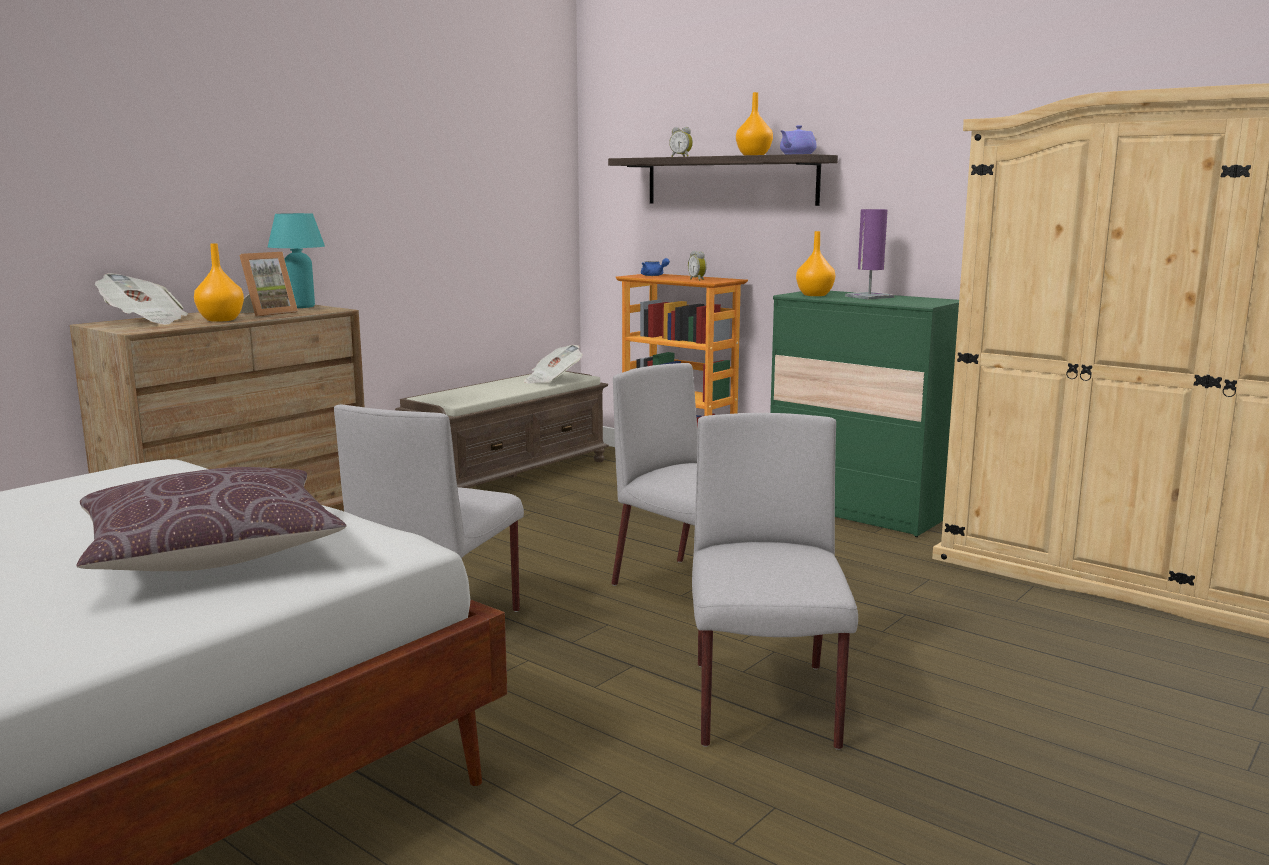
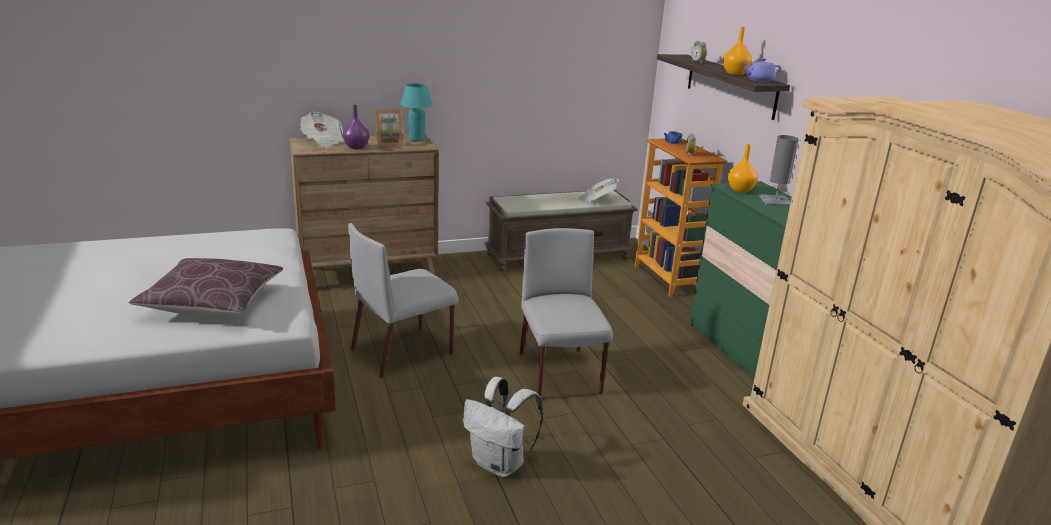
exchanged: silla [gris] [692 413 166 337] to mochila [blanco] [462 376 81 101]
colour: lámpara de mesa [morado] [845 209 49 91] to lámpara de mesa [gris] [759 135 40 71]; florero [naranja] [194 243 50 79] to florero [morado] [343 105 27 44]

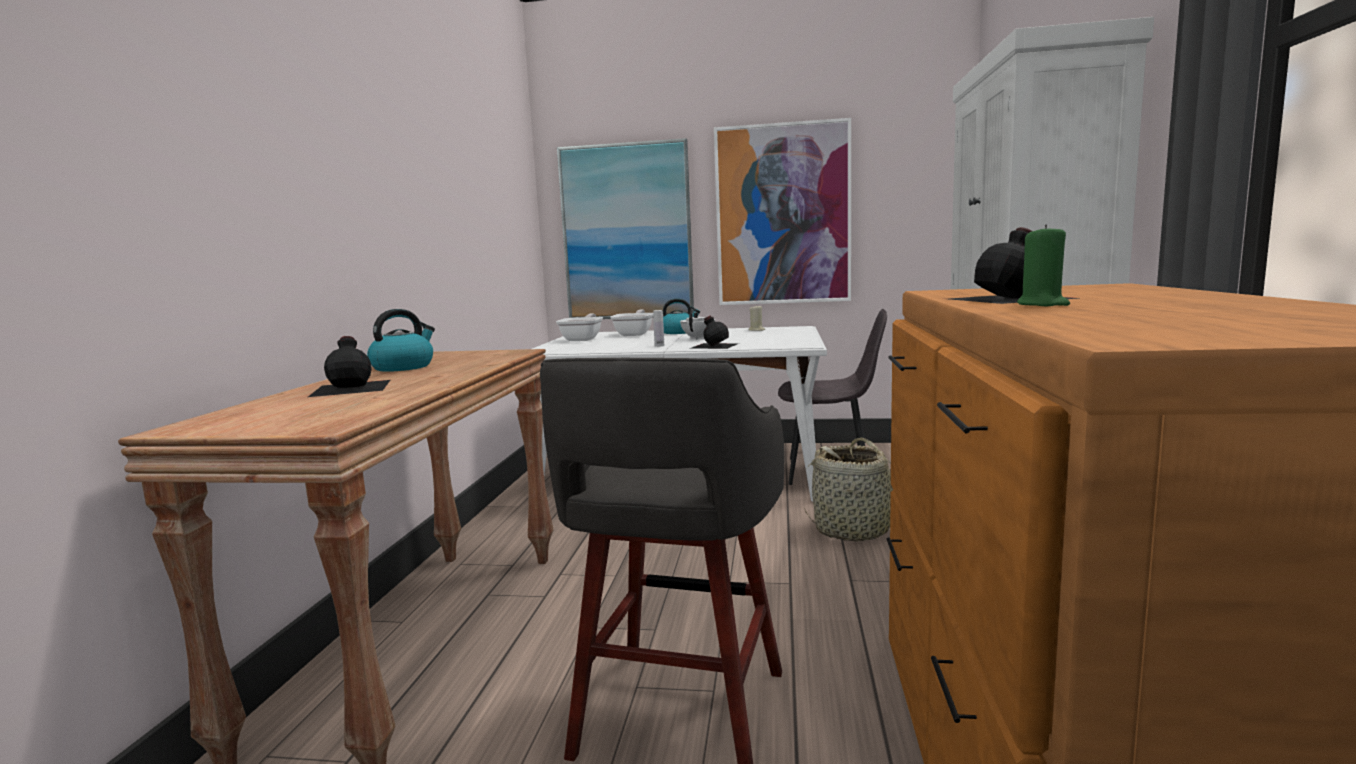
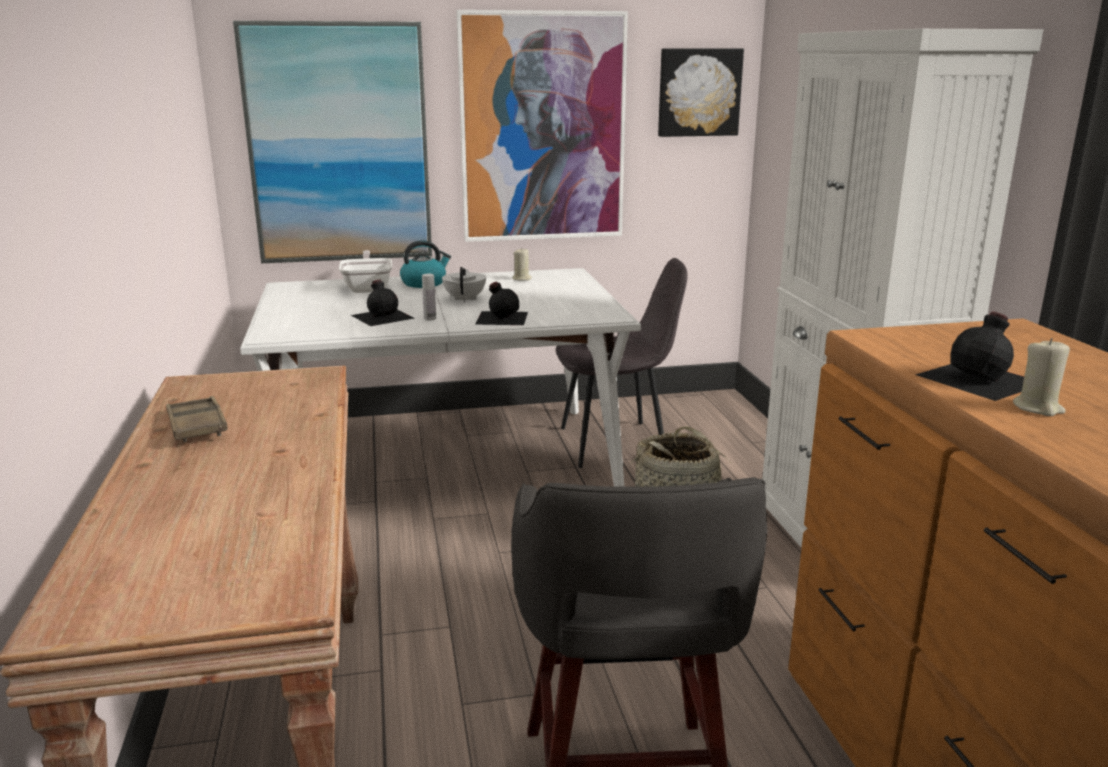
missing: sartén [556 313 47 28]
appeared: cuadro [658 48 86 89]
relocated: botella [negro] [308 336 82 61] to [351 280 63 46]
exchanged: hervidor [367 309 68 63] to bandeja [marrón] [166 396 62 46]
colour: vela [verde] [1017 225 53 81] to vela [beis] [1013 338 57 78]

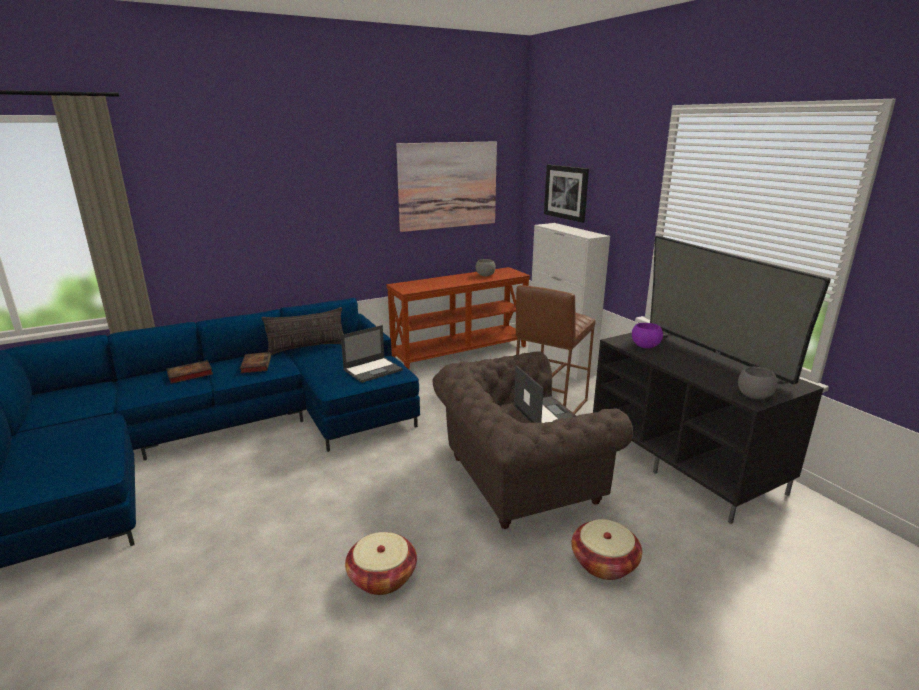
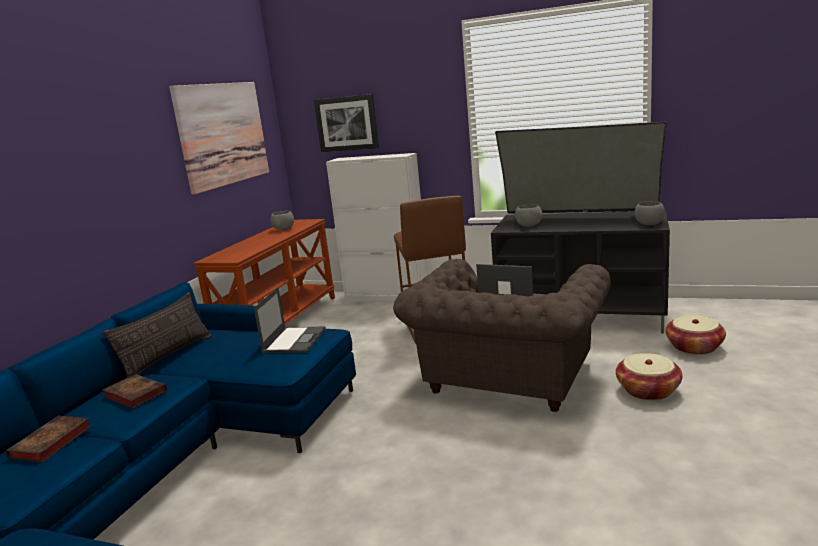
relocated: cesta [345 532 72 63] to [665 315 61 40]
colour: cuenco [morado] [632 323 31 25] to cuenco [gris] [515 204 27 23]

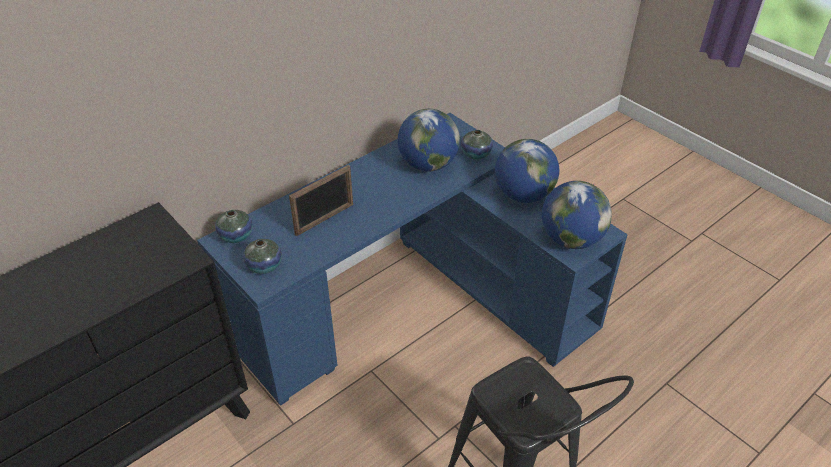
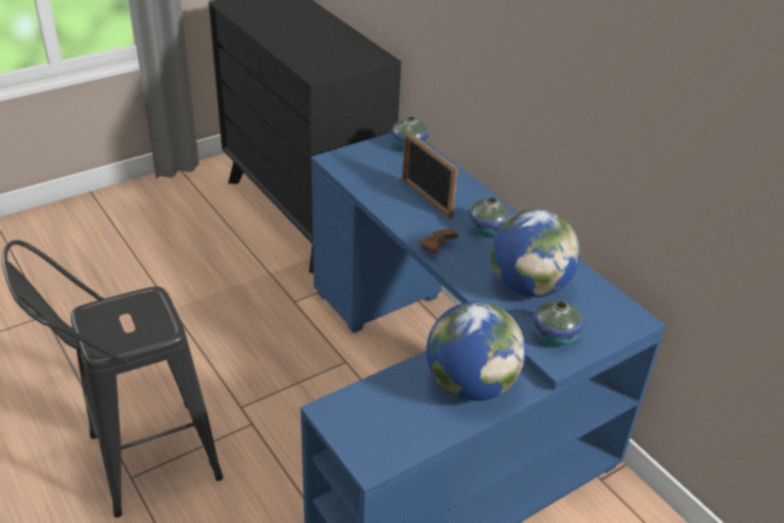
missing: globo terráqueo [542 181 70 68]
appeared: mando de consola [marrón] [420 229 39 24]
relocated: florero [243 239 39 35] to [469 197 42 40]

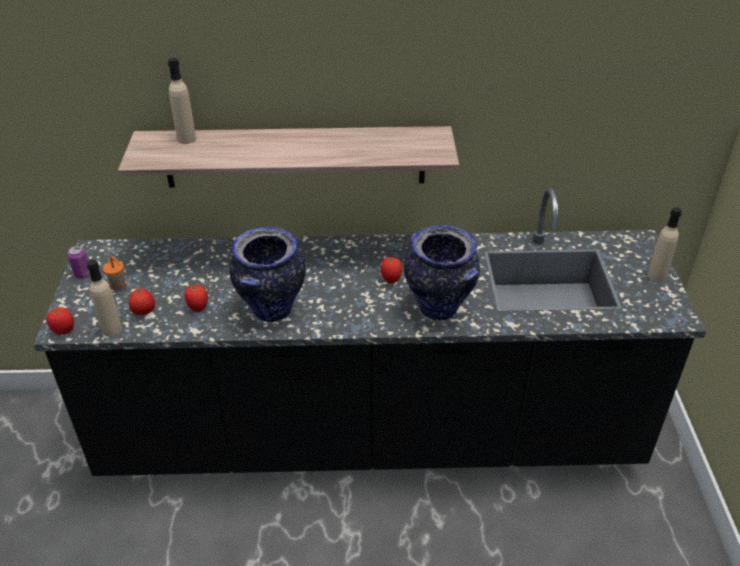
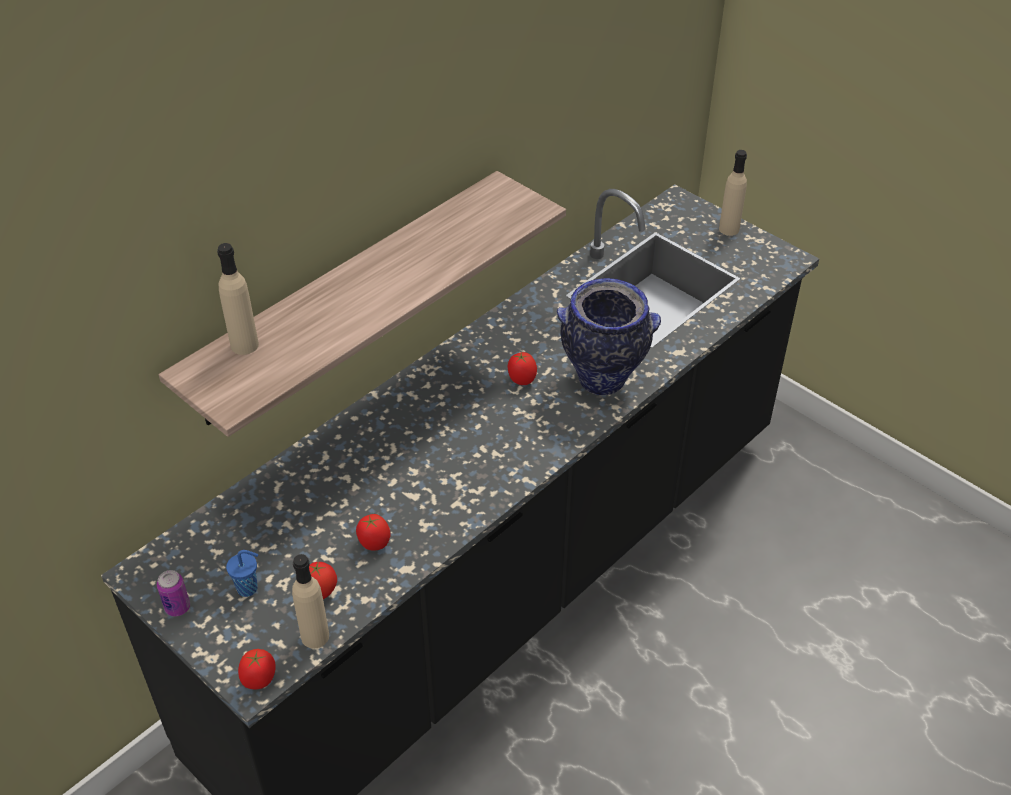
missing: florero [229 227 77 95]
colour: taza [naranja] [103 256 23 36] to taza [azul] [226 550 32 47]

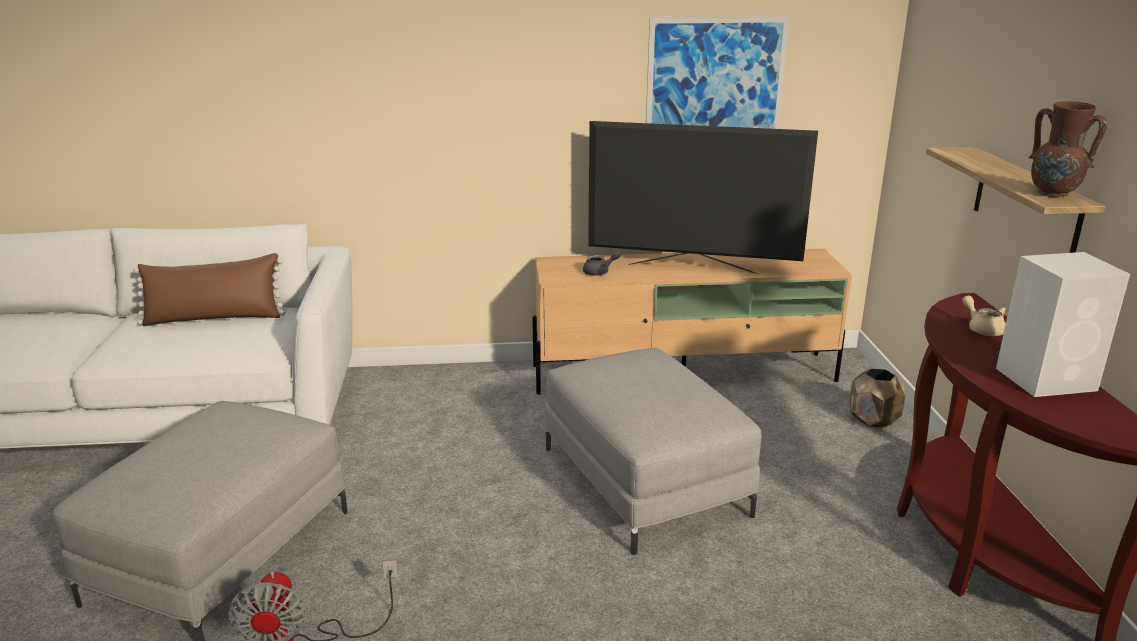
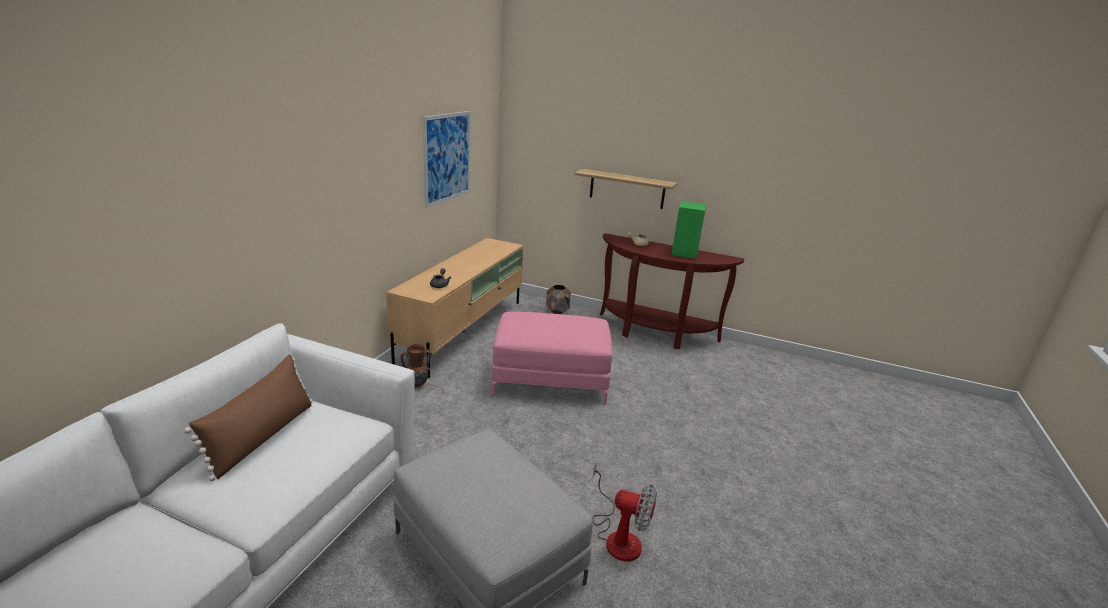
missing: televisor [588 121 230 153]
relocated: florero [marrón] [1029 101 78 97] to [400 344 31 44]
colour: altavoz [blanco] [996 252 134 145] to altavoz [verde] [671 201 35 58]; puf [gris] [545 348 217 207] to puf [rosa] [491 312 121 93]

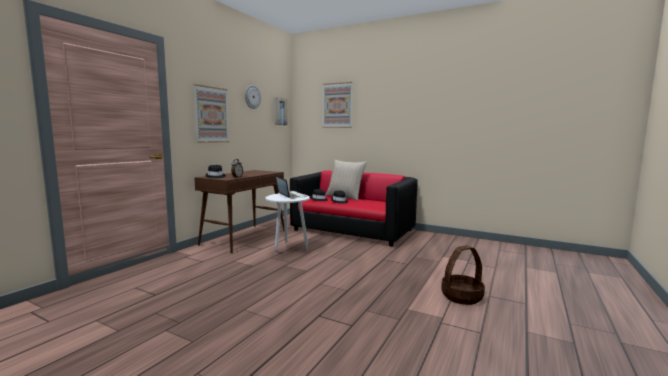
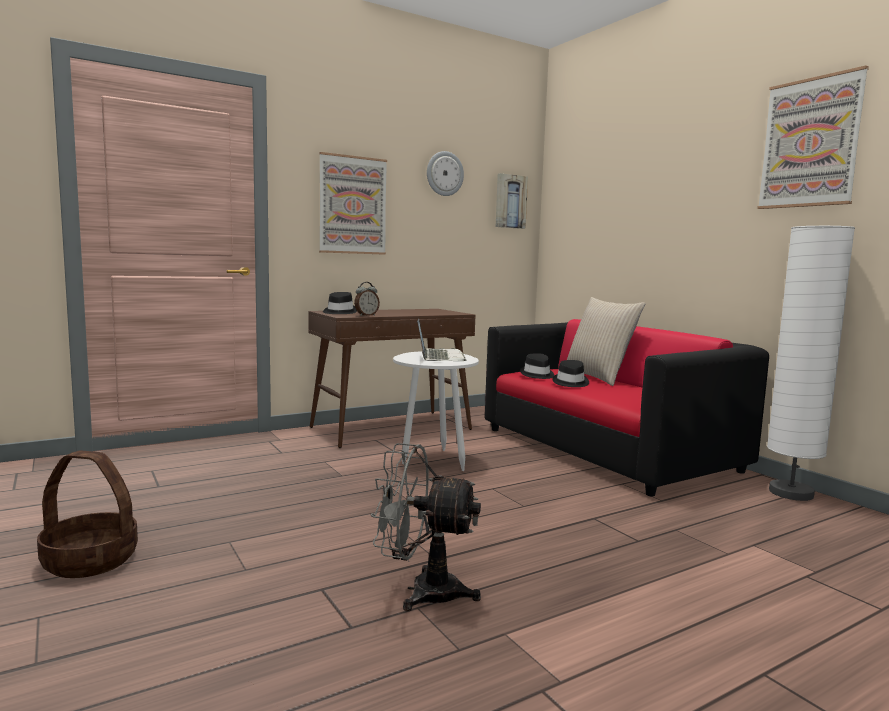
appeared: lámpara de pie [blanco] [767 226 88 275]; ventilador [gris] [370 443 111 168]
relocated: cuadro [323 82 30 46] to [757 65 112 144]; cesta [441 246 44 59] to [37 450 101 128]

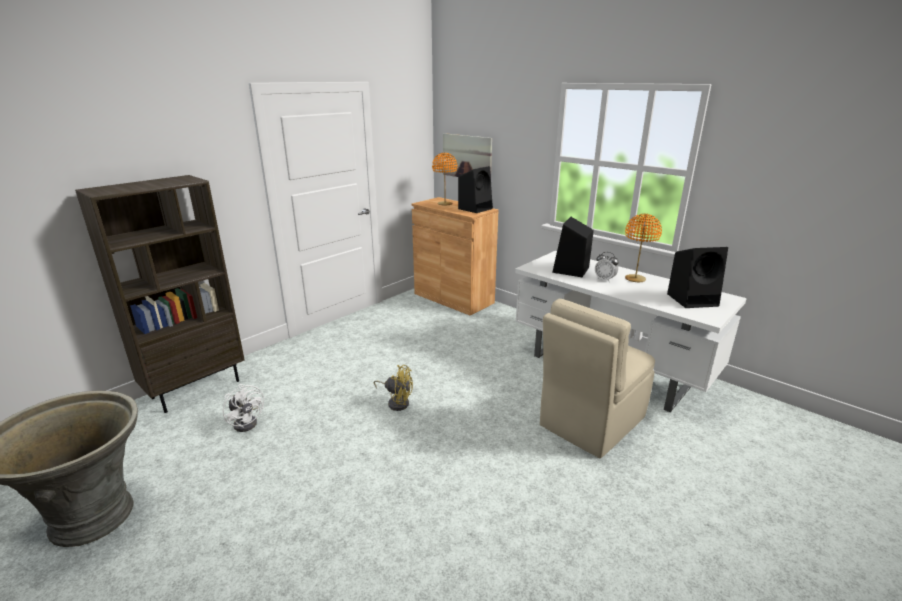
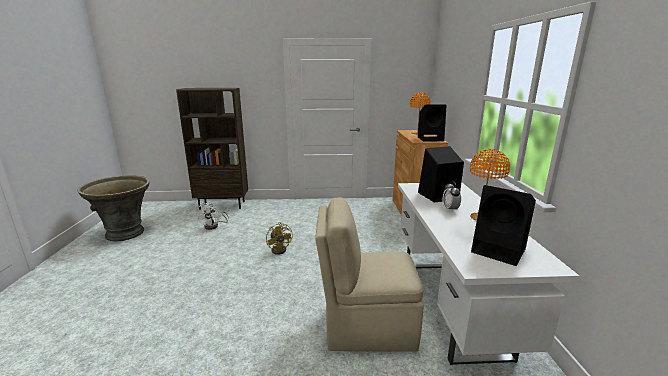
missing: cuadro [443 133 49 44]

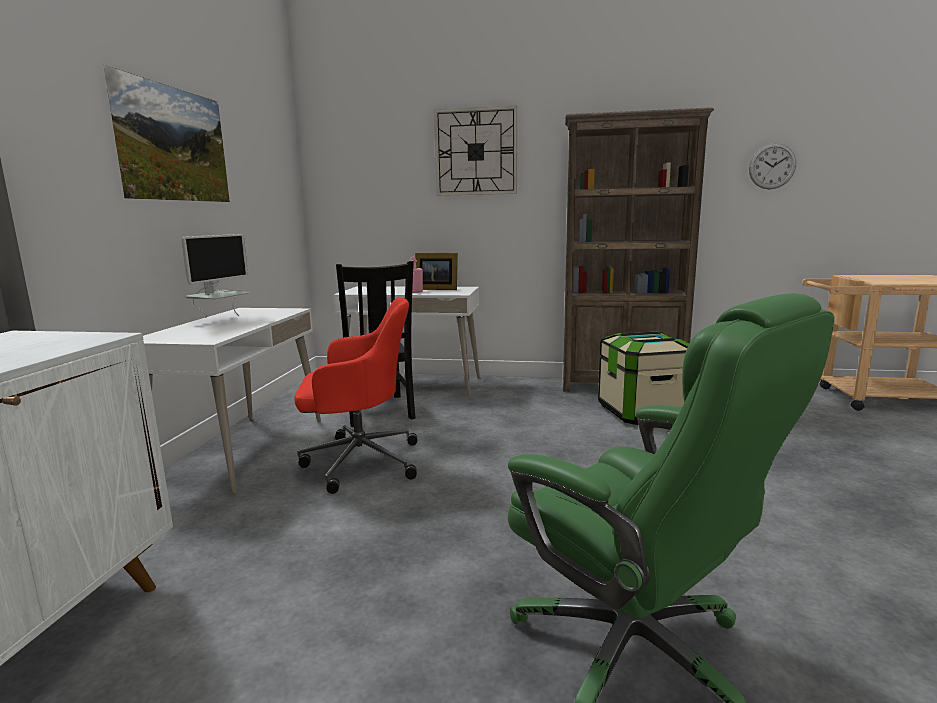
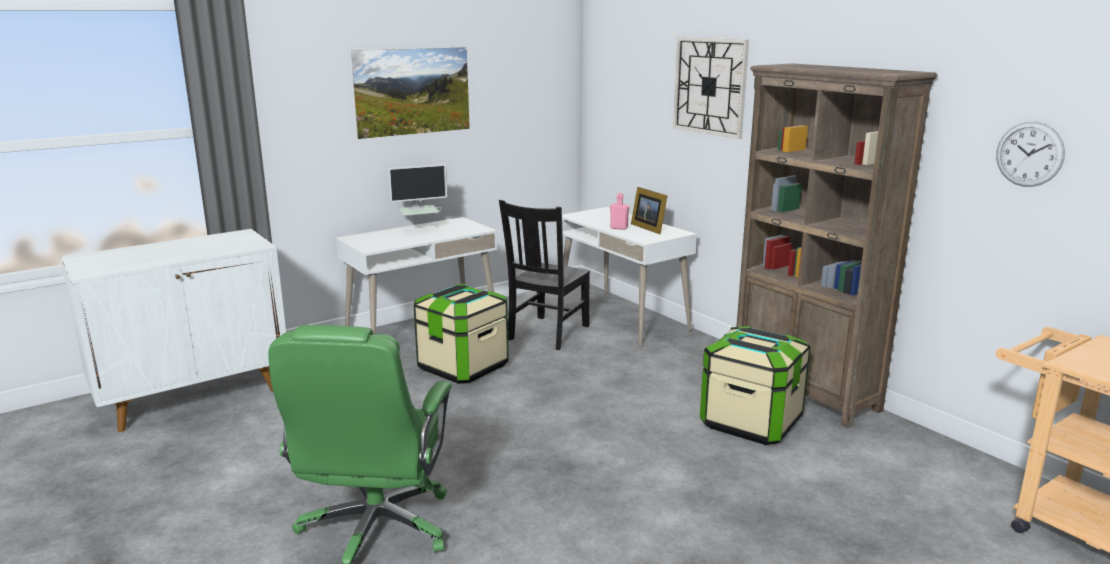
exchanged: silla de oficina [rojo] [294 298 124 196] to caja de almacenaje [414 284 95 100]

